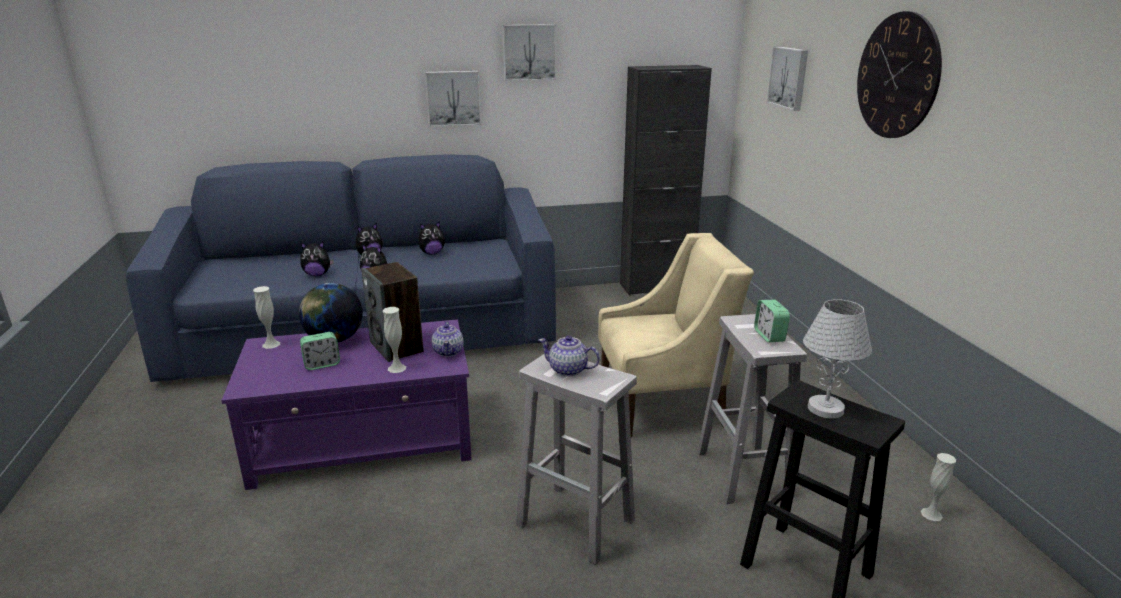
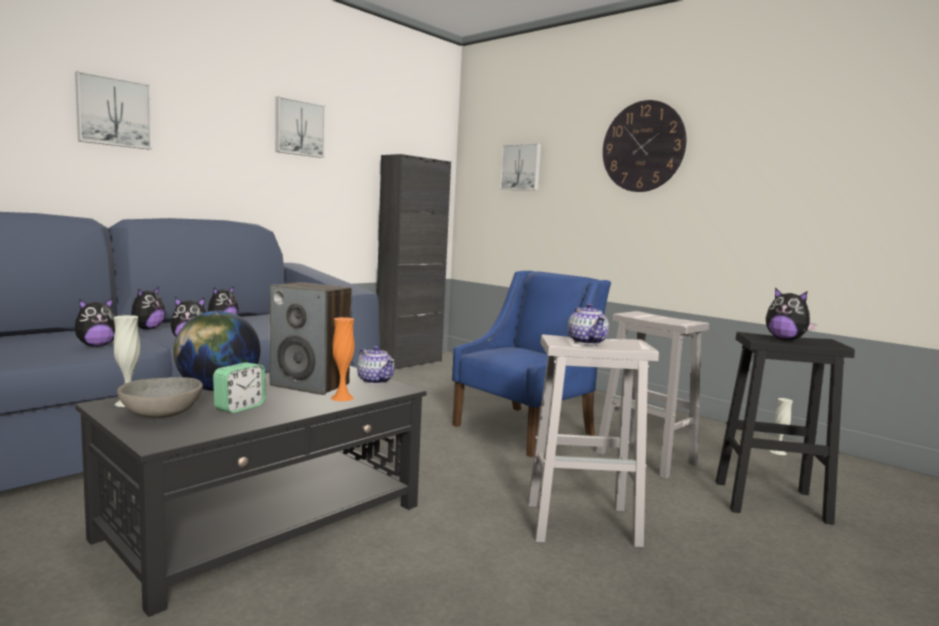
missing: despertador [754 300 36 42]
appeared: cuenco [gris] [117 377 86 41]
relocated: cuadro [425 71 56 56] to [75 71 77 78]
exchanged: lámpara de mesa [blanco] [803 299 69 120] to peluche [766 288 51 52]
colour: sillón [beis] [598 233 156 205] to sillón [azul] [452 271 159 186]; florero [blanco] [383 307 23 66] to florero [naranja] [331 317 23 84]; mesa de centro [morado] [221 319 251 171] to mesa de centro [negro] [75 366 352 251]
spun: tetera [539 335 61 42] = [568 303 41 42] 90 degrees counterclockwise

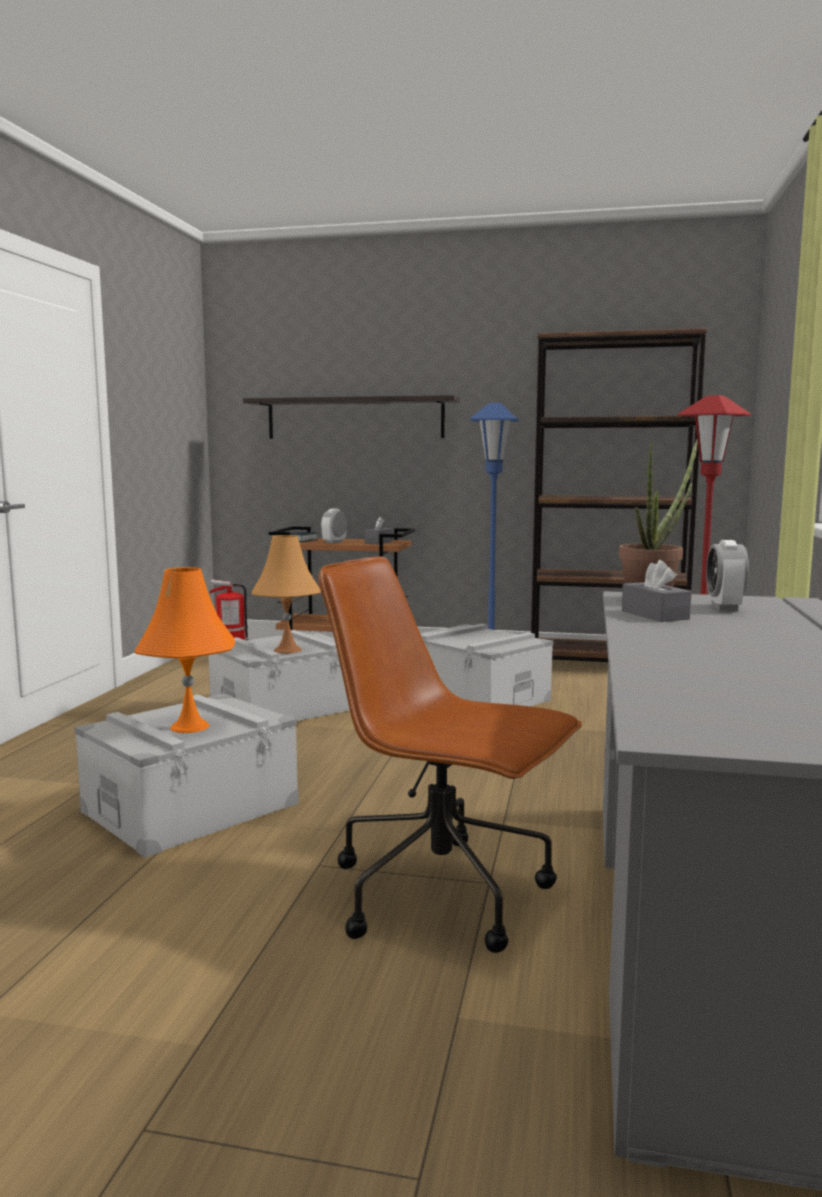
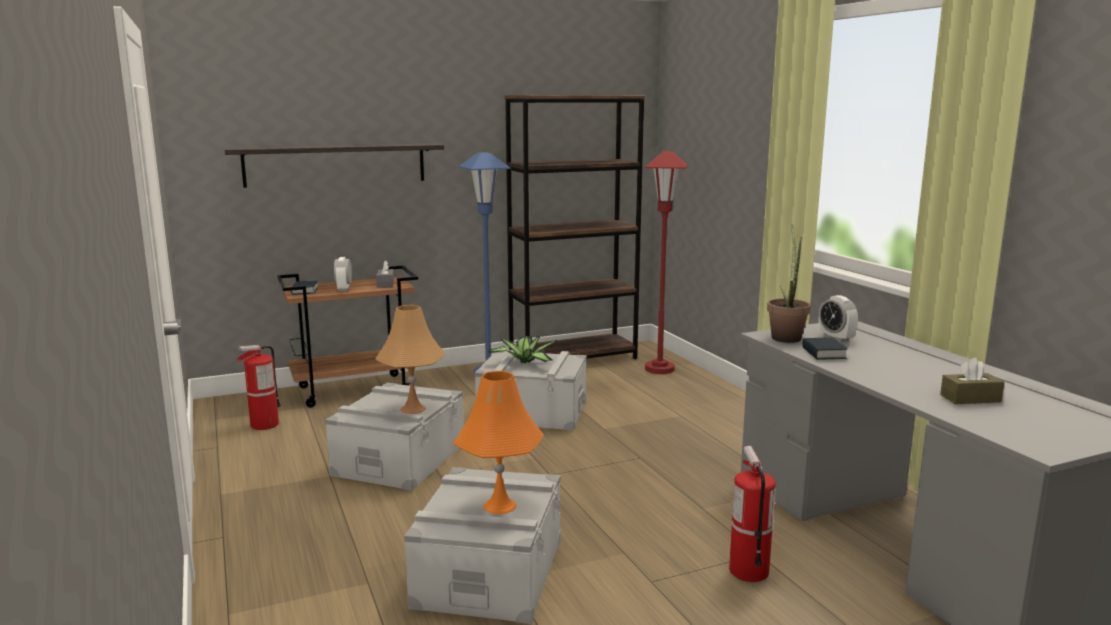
appeared: planta en maceta [488 336 70 28]; caja de pañuelos [marrón] [940 358 64 46]
exchanged: silla de oficina [marrón] [318 557 264 396] to extintor [729 446 47 136]; caja de pañuelos [gris] [622 560 69 62] to libro [802 337 46 23]

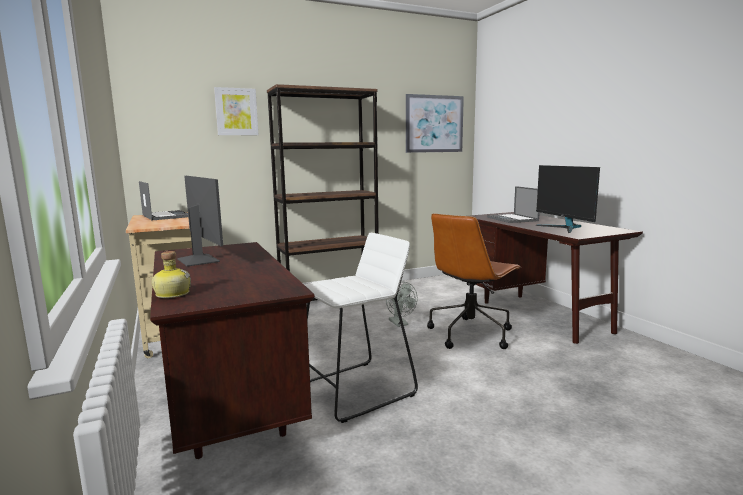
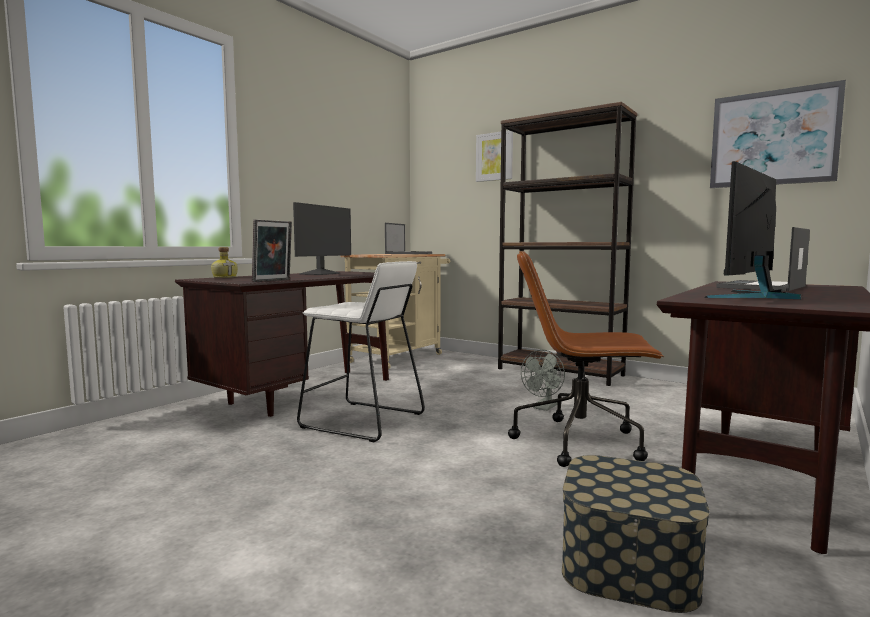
appeared: portarretratos [252 220 40 62]; caja de almacenaje [562 455 148 158]

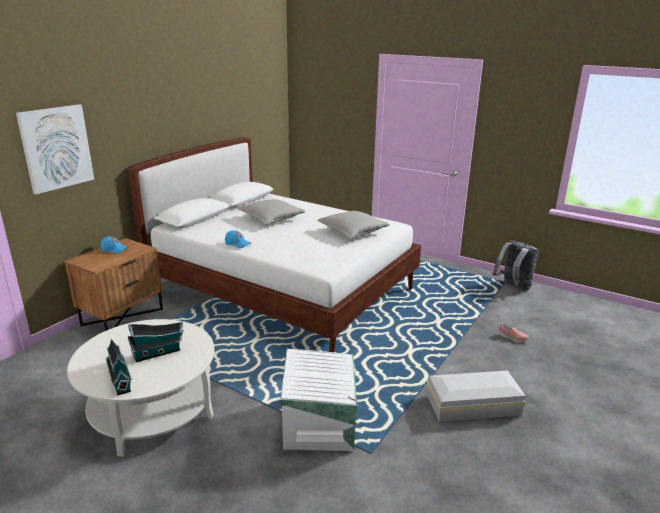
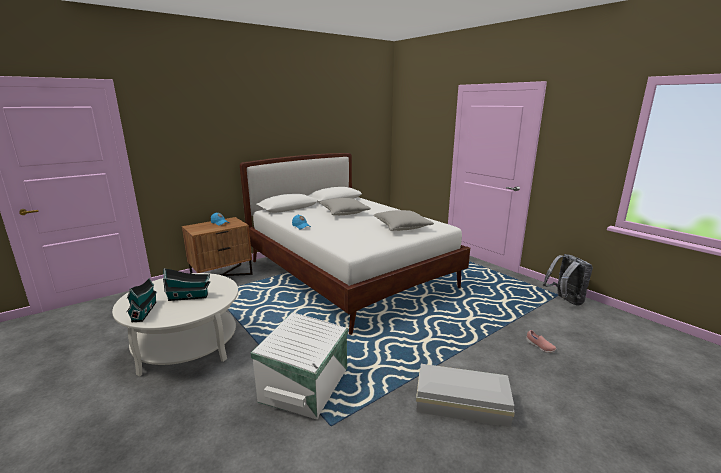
missing: cuadro [16 104 78 90]

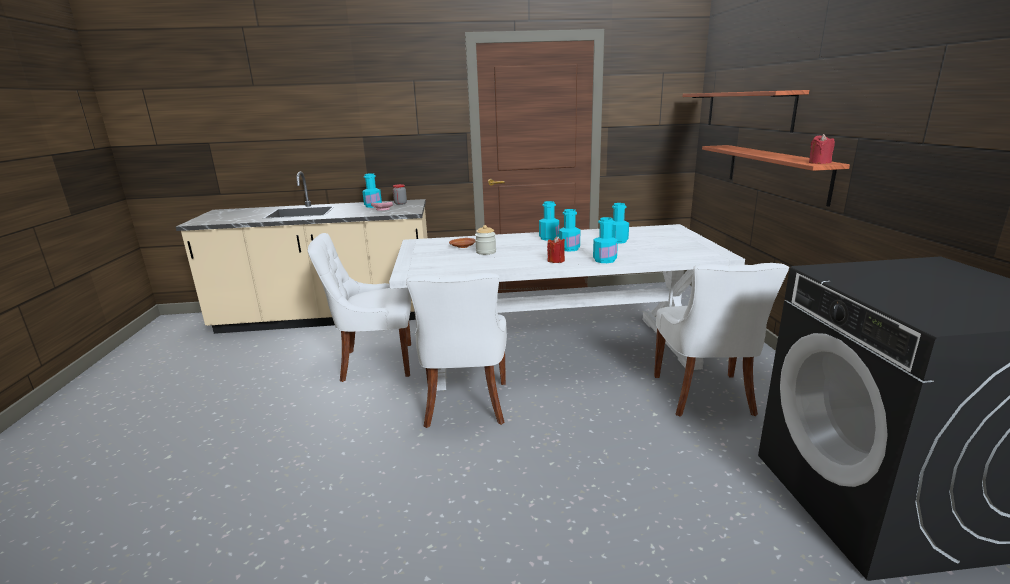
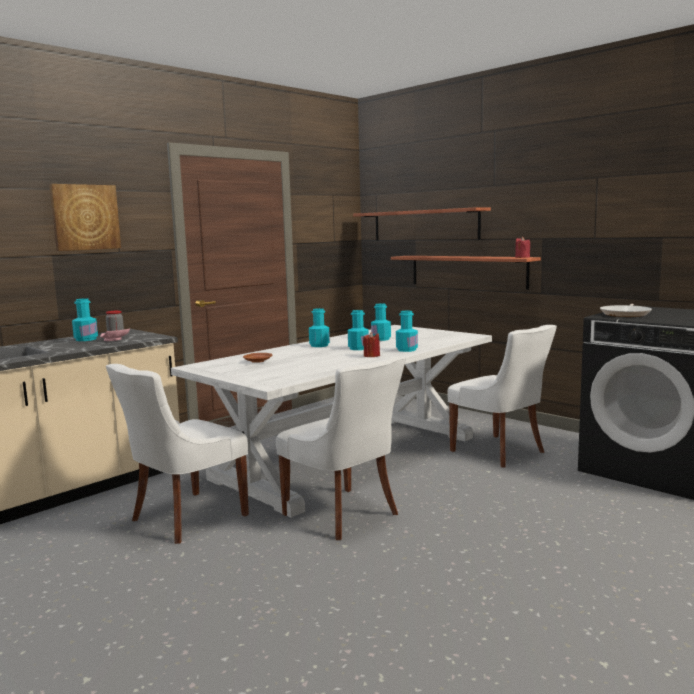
missing: tarro [475 225 21 30]
appeared: cuadro [49 184 72 67]; sartén [600 304 52 13]

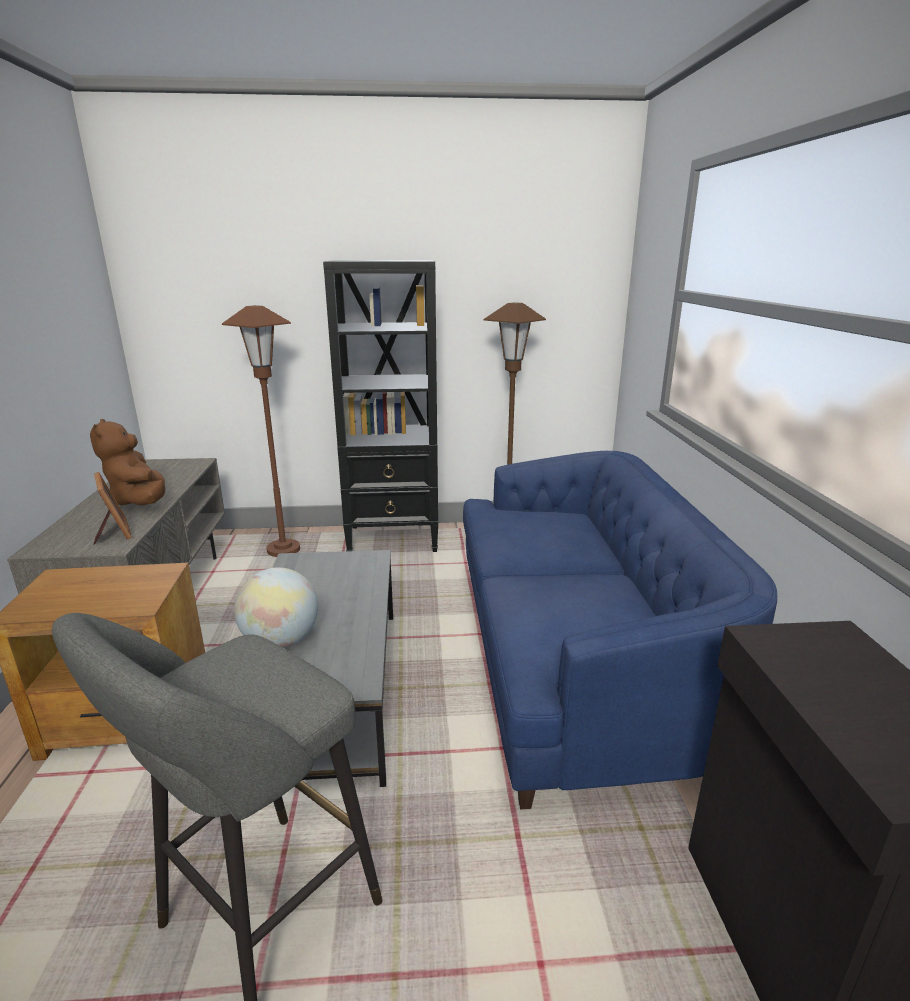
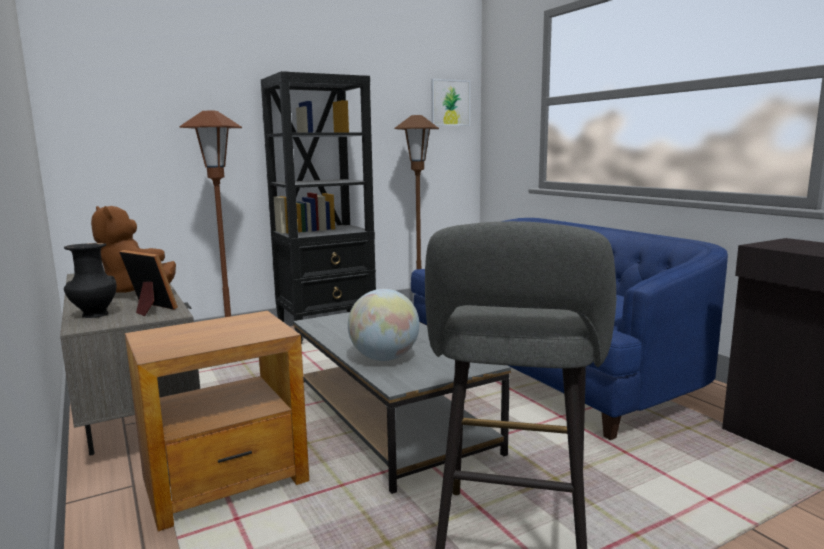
appeared: cuadro [431 79 39 47]; florero [negro] [64 243 53 75]

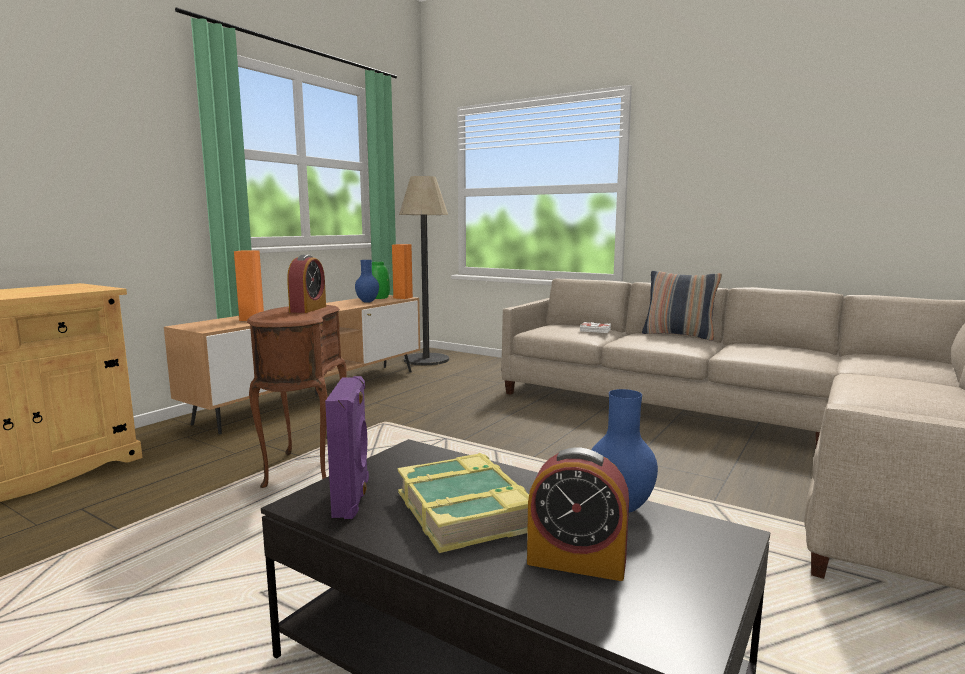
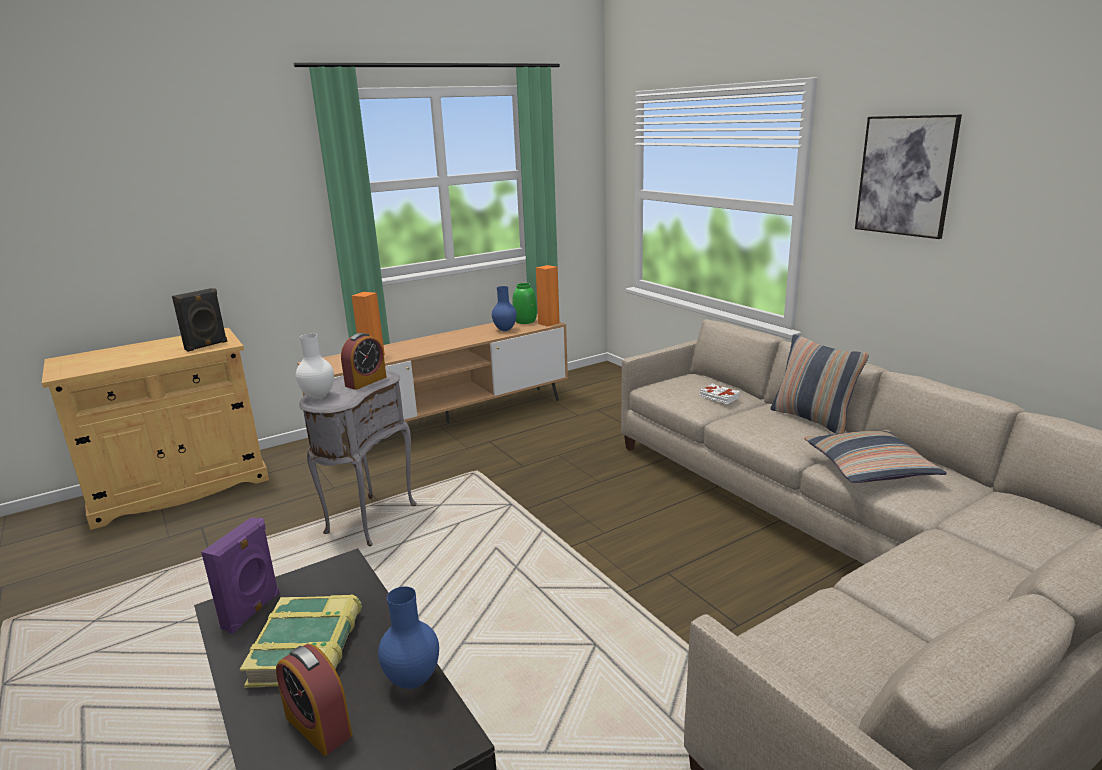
missing: lámpara de pie [399 176 50 189]
appeared: cuadro [855 114 107 125]; altavoz [negro] [172 288 55 64]; florero [blanco] [296 334 38 65]; cojín [804 430 143 53]
colour: mesa auxiliar [marrón] [247 305 100 183] to mesa auxiliar [gris] [299 370 118 176]

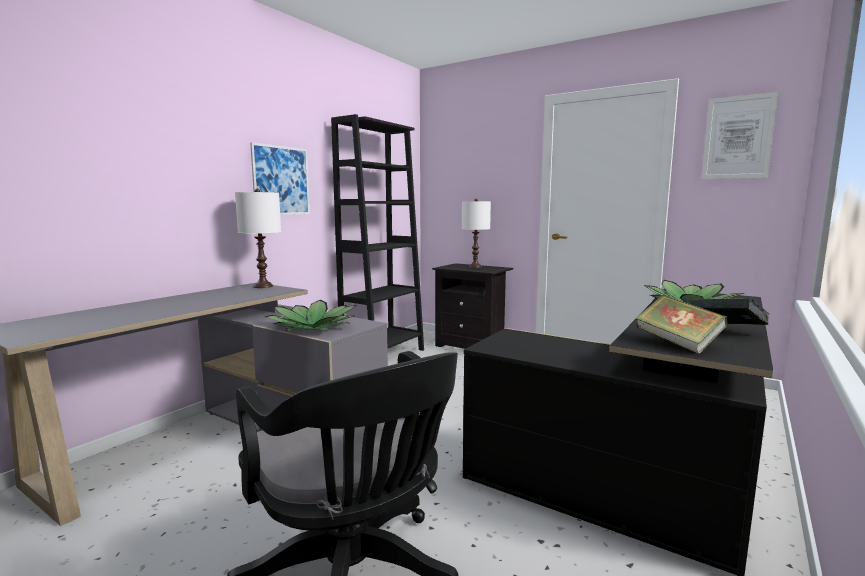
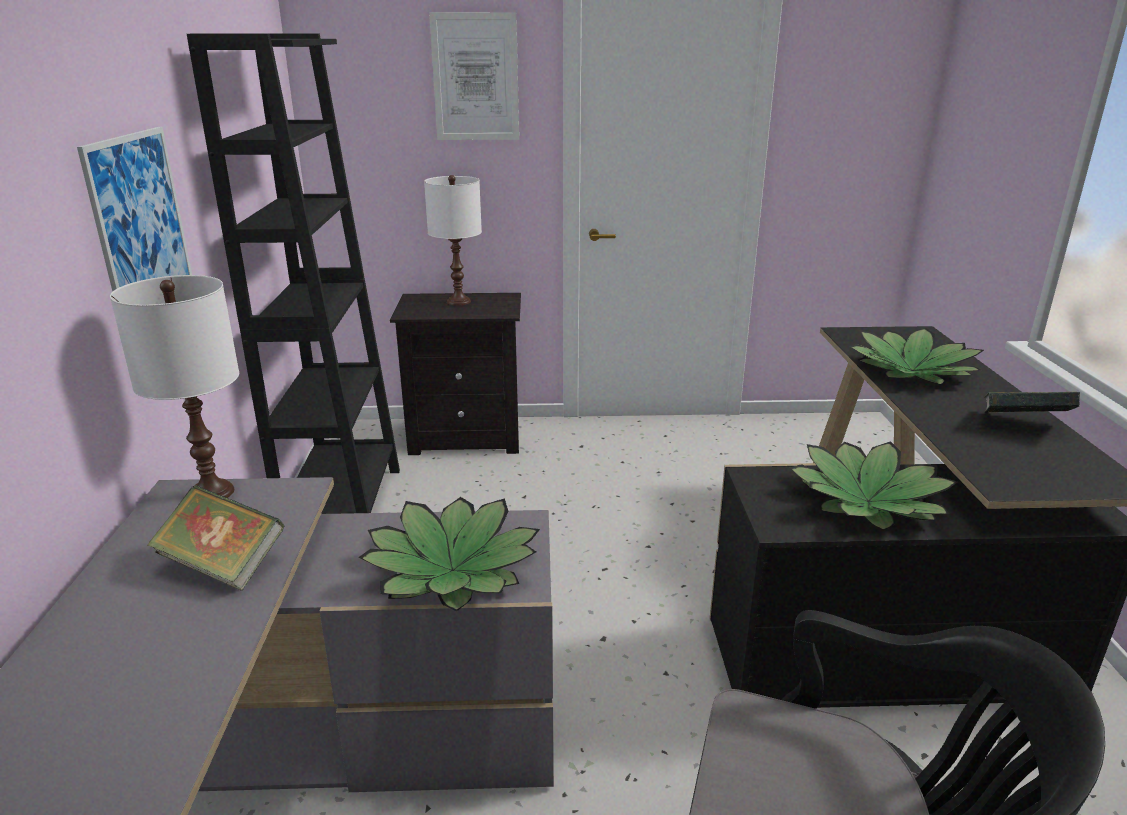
appeared: planta en maceta [789 441 168 90]
relocated: cuadro [701 92 77 87] to [429 12 90 128]; libro [636 295 92 59] to [147 485 137 106]

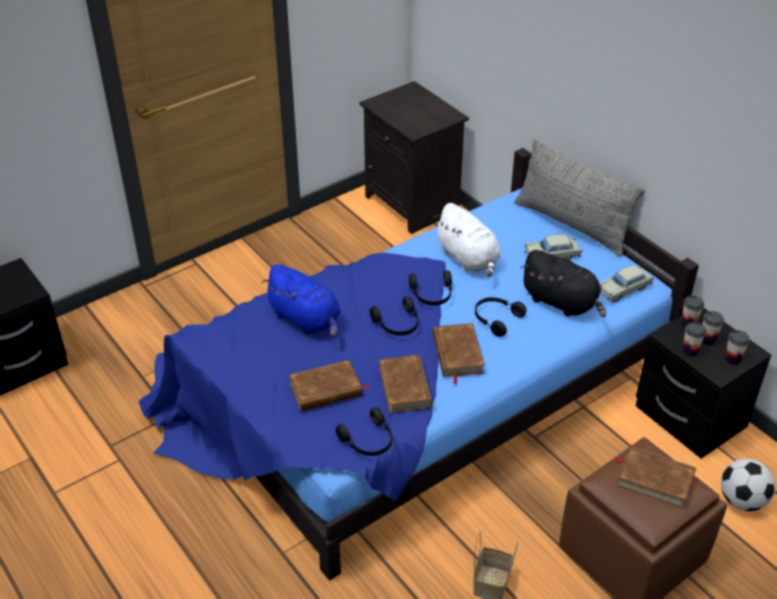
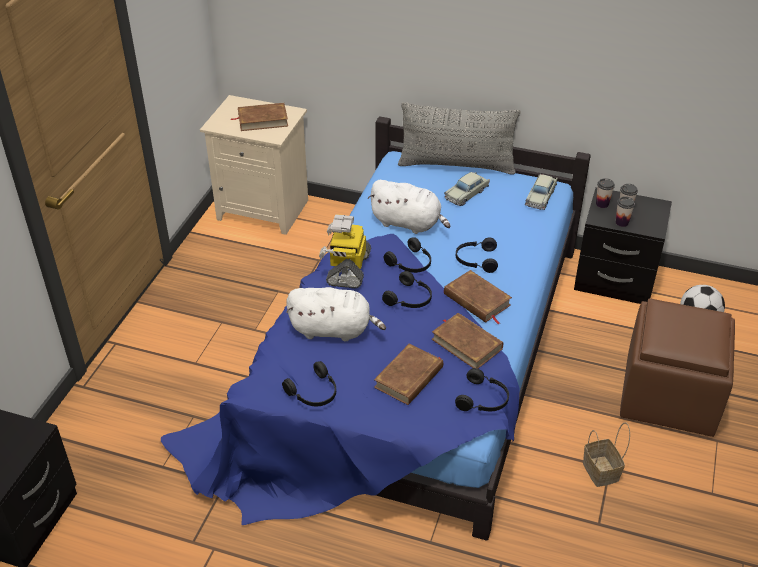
missing: peluche [negro] [520 250 86 68]; taza [725 330 25 35]
appeared: robot de juguete [319 214 52 74]; auriculares [negro] [282 361 54 45]
relocated: libro [marrón] [613 446 83 62] to [231 103 57 28]
colour: mesita de noche [negro] [359 81 110 153] to mesita de noche [beis] [200 95 108 140]; peluche [azul] [262 264 79 73] to peluche [blanco] [286 287 100 55]

